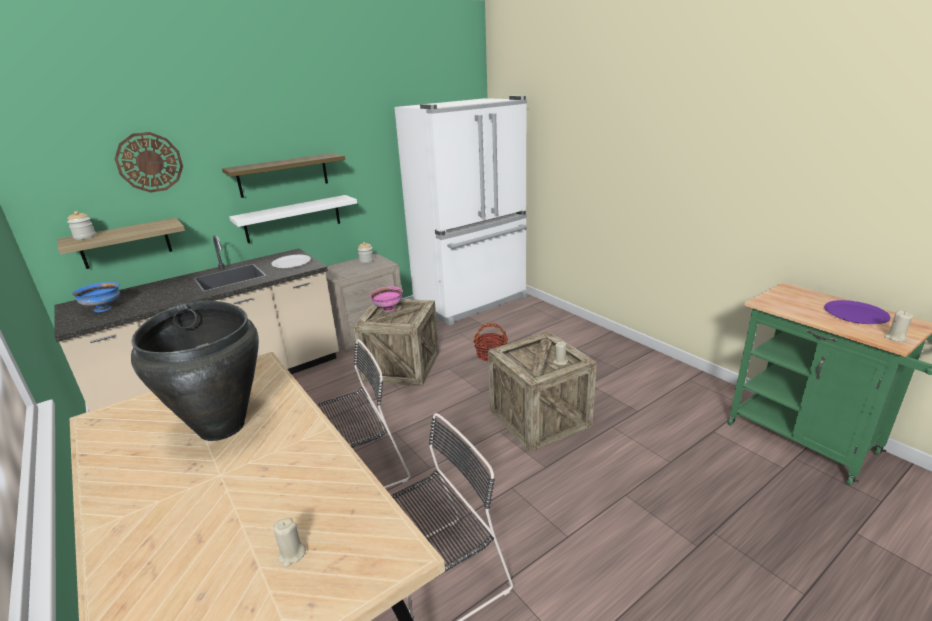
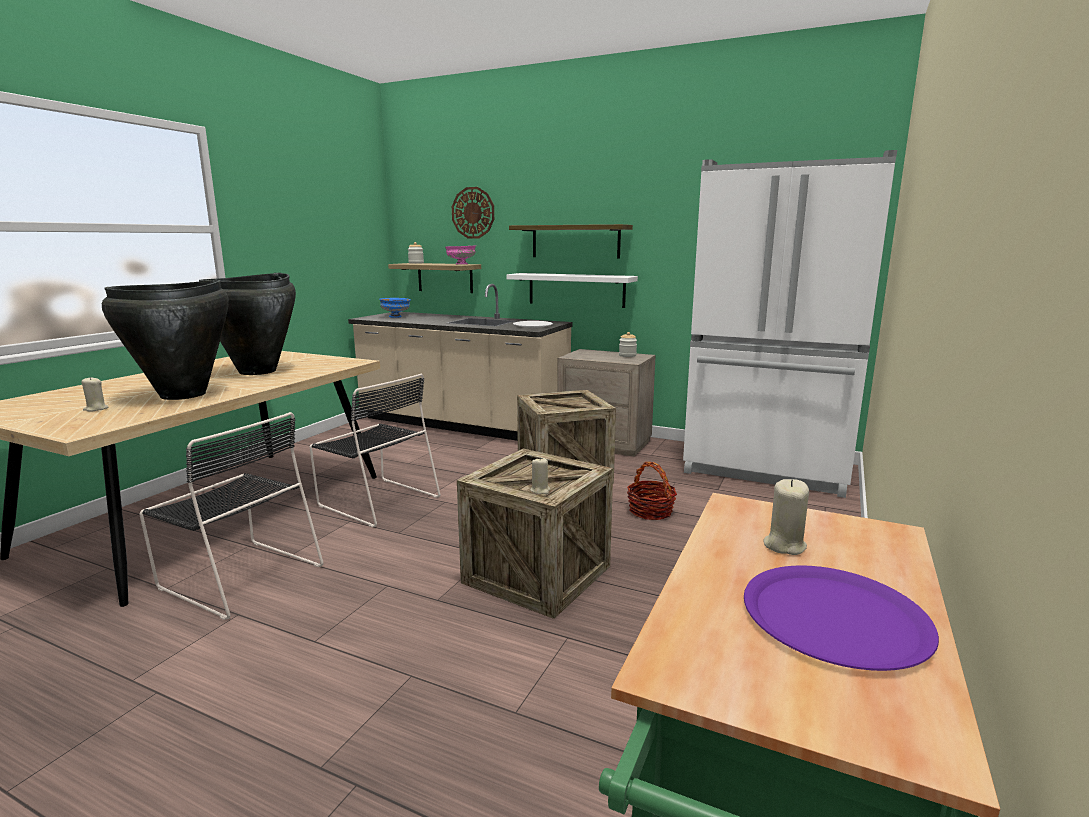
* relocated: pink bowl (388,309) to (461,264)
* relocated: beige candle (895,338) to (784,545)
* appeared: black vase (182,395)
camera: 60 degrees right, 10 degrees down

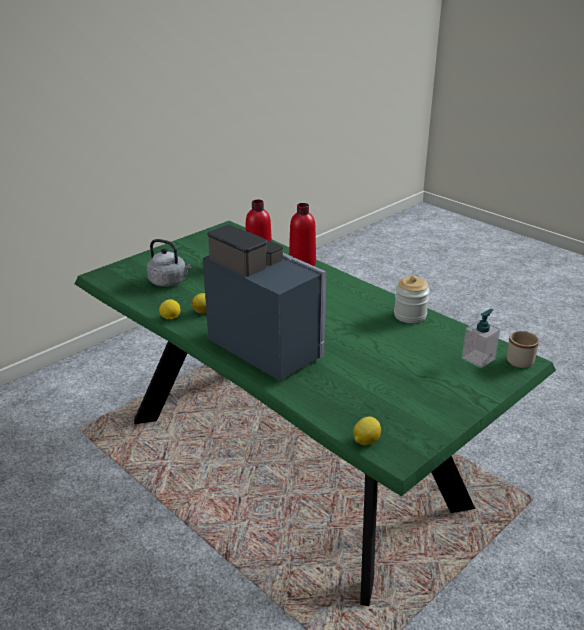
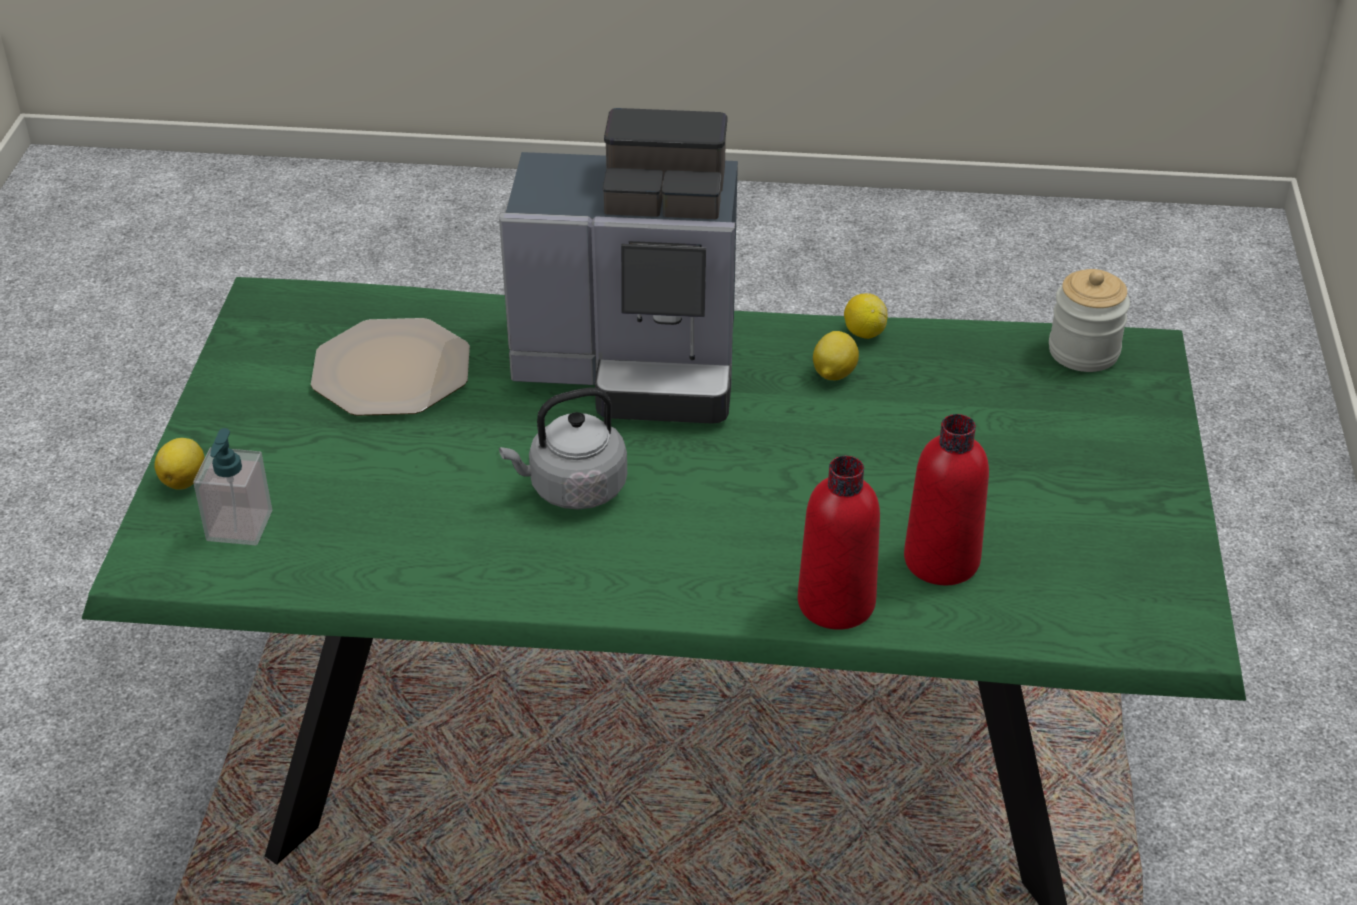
* relocated: grey kettle (169,282) to (573,489)
* relocated: jar (410,315) to (1083,351)
* missing: beige mug (522,359)
* relocated: lemon (365,441) to (185,480)
* appeared: plate (390,371)
camera: 140 degrees right, 10 degrees up

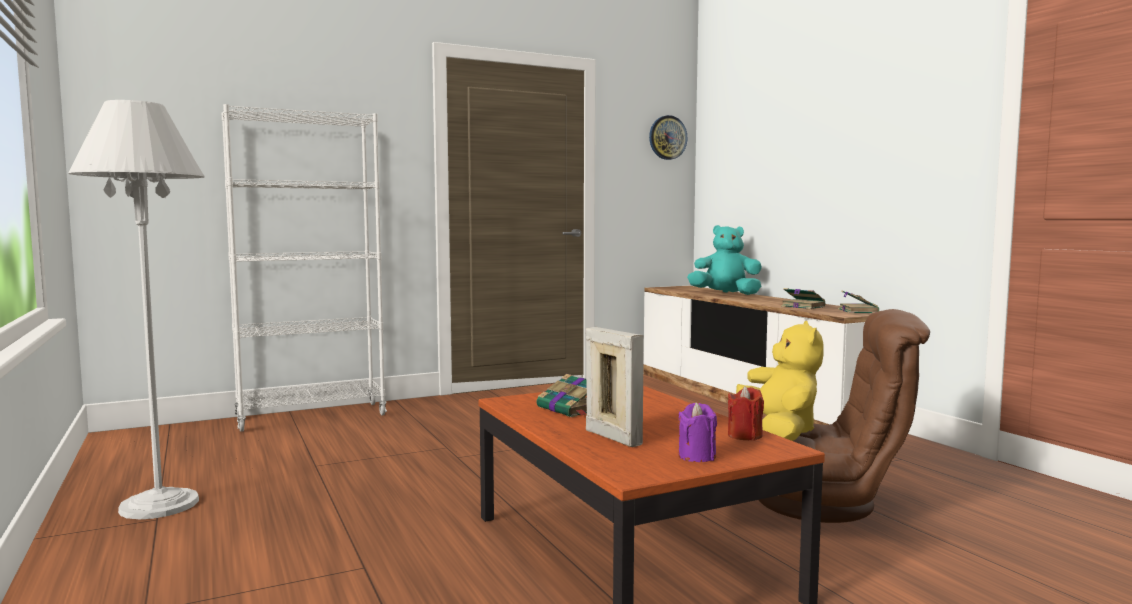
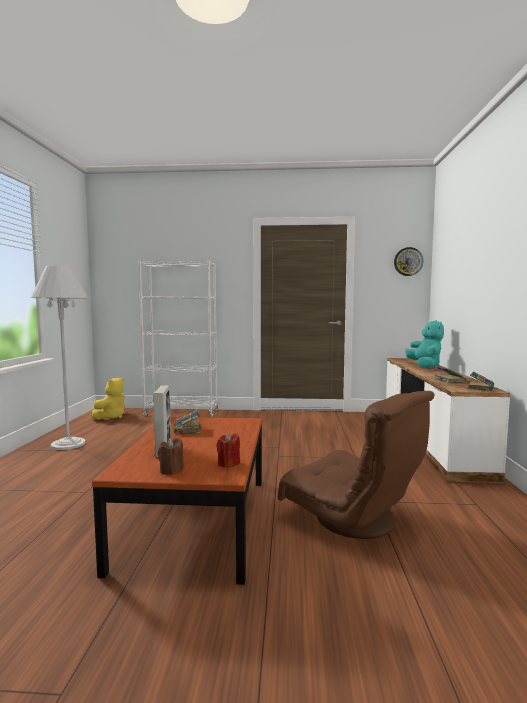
* spun: turquoise plush toy (725,294) = (424,366) 45 degrees clockwise
* relocated: yellow plush toy (780,431) to (111,417)
* colour: purple candle (697,456) to brown candle (171,470)
camera: 30 degrees right, 0 degrees up

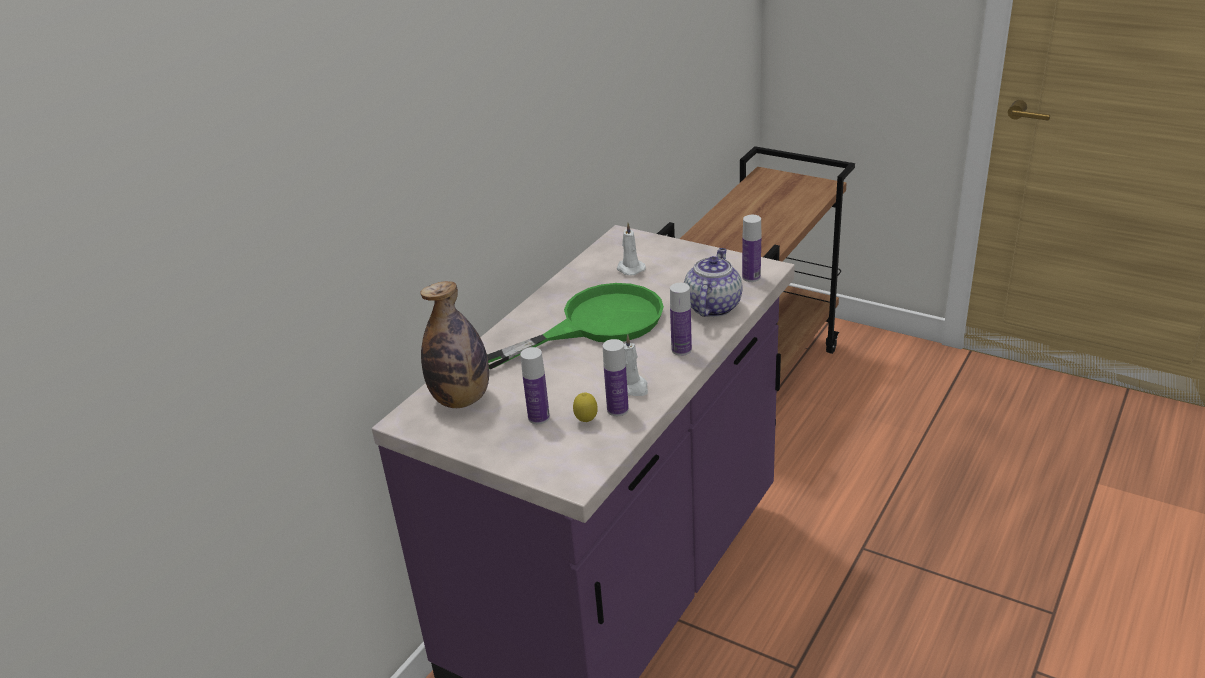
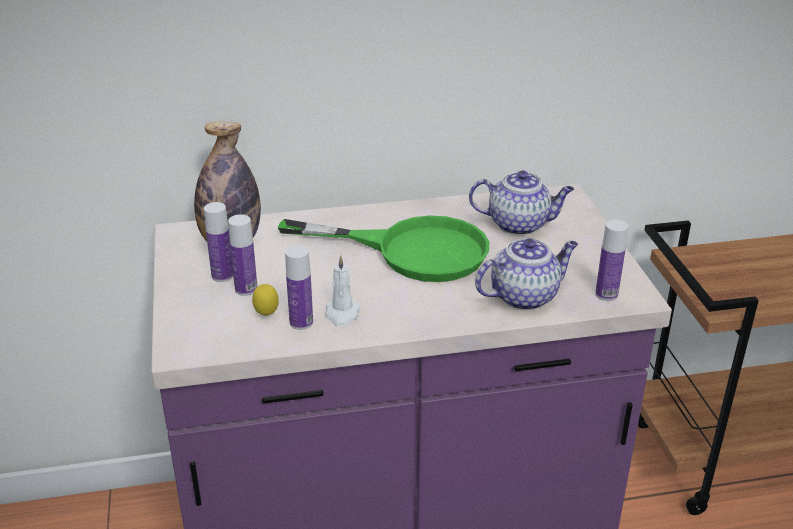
* exchanged: white candle (629,269) to teapot (519,224)
* relocated: bottle (681,350) to (222,276)
camera: 45 degrees right, 0 degrees up

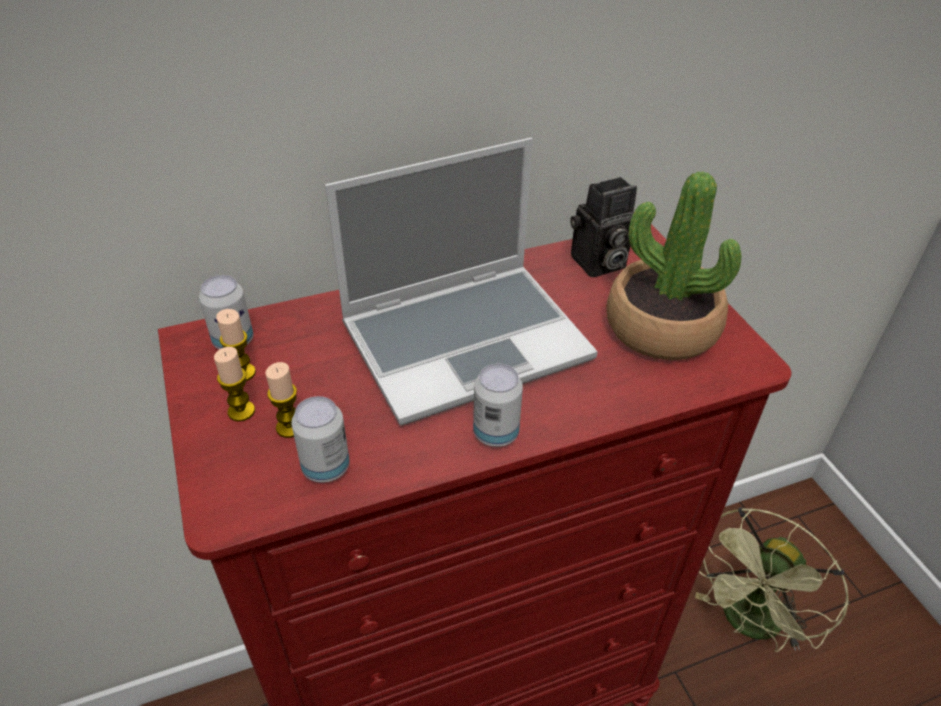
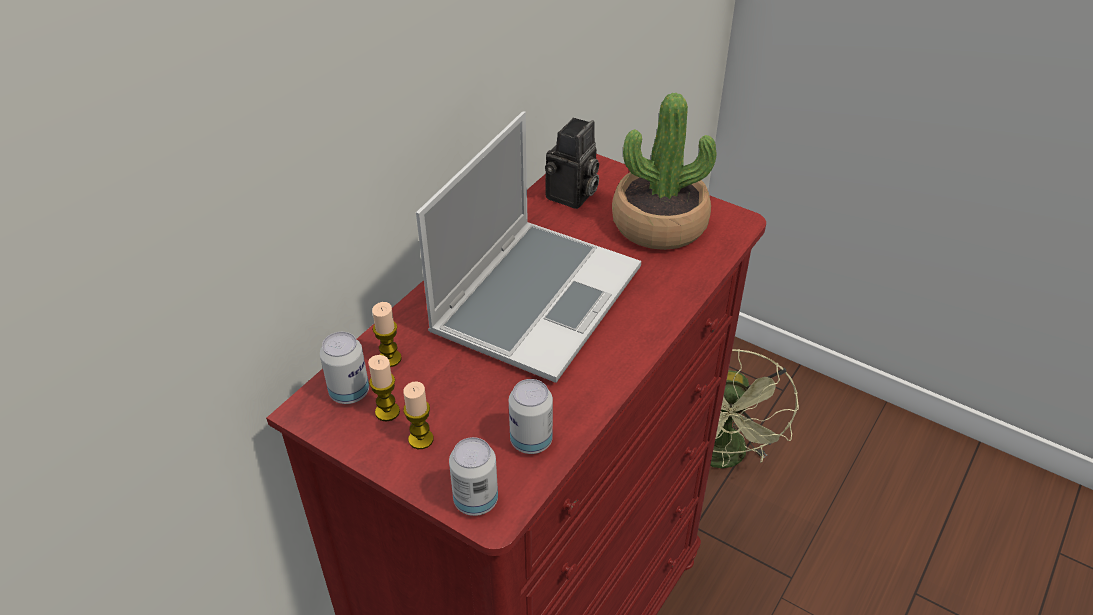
* relocated: candle (290,427) to (389,358)
* relocated: can (496,433) to (475,500)
camera: 35 degrees left, 0 degrees up

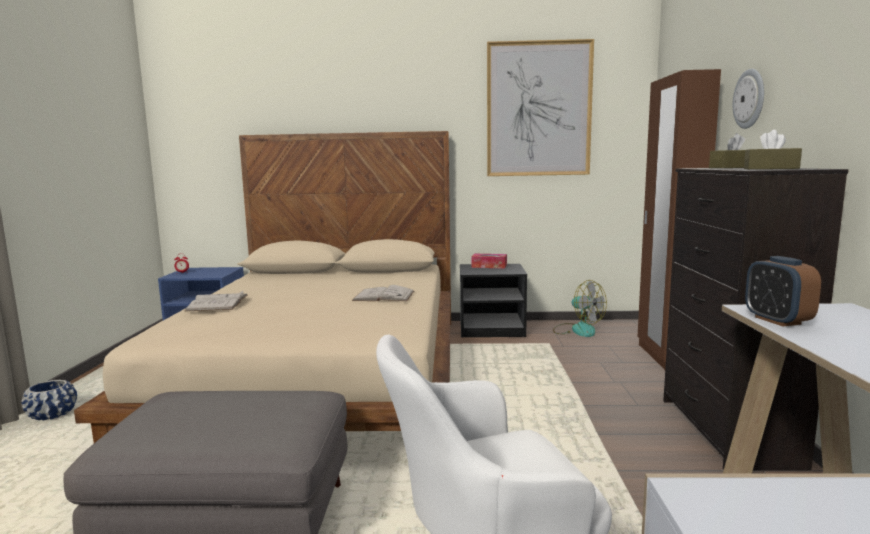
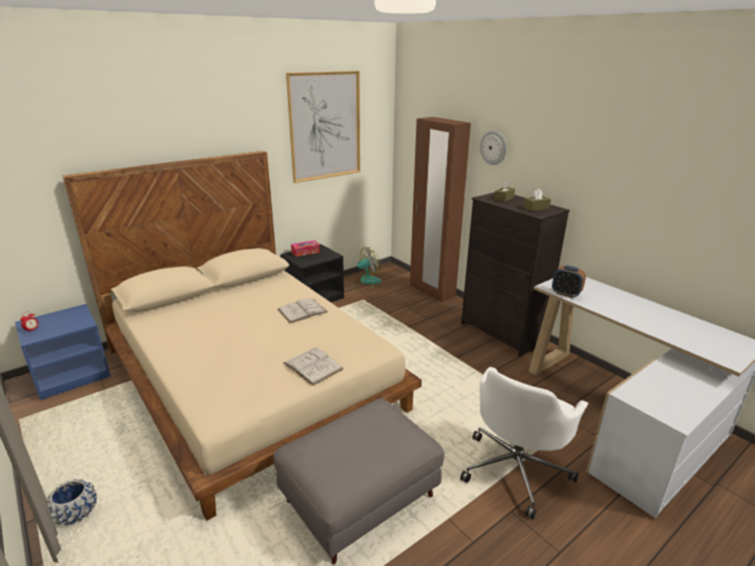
* spun: fan (577,330) = (365,282) 45 degrees counterclockwise
* relocated: white book (217,303) to (313,366)
camera: 40 degrees left, 15 degrees up

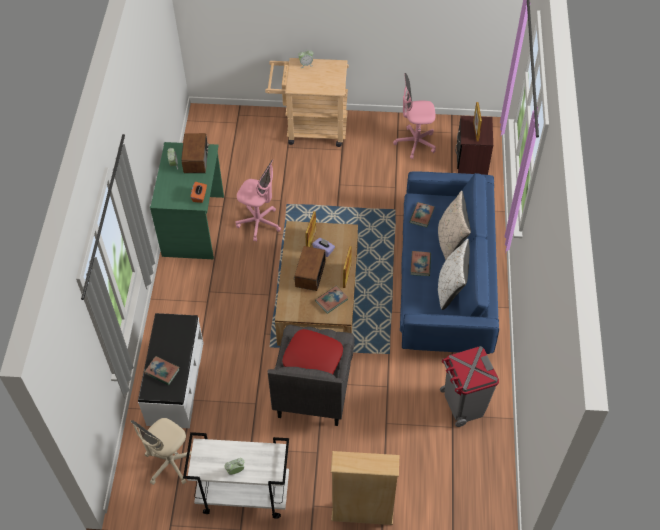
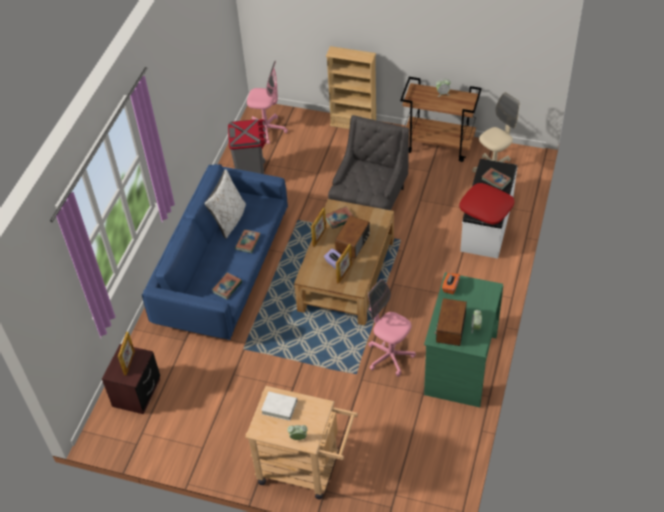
* relocated: pink office chair (415,143) to (267,130)
* missing: beige pillow (450,242)
* relocated: red pillow (312,359) to (486,208)
* colour: white cart (243,495) to brown cart (439,145)
* appeared: white book (279,407)
camera: 165 degrees left, 5 degrees down

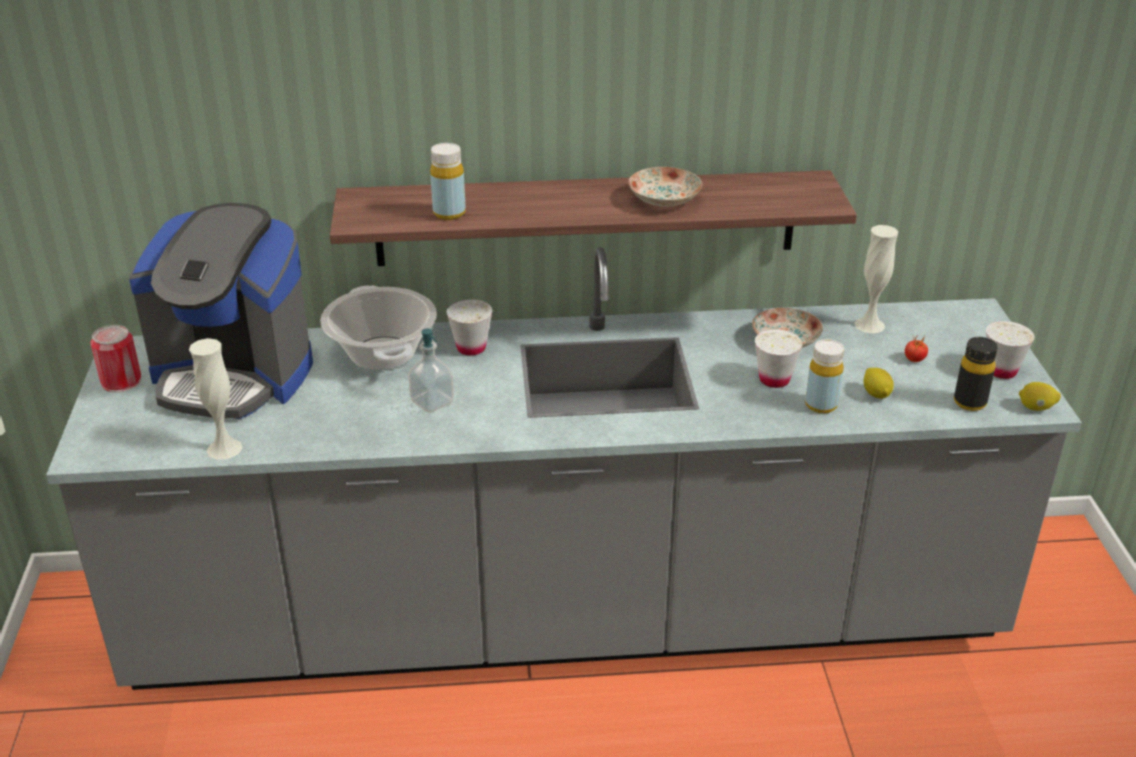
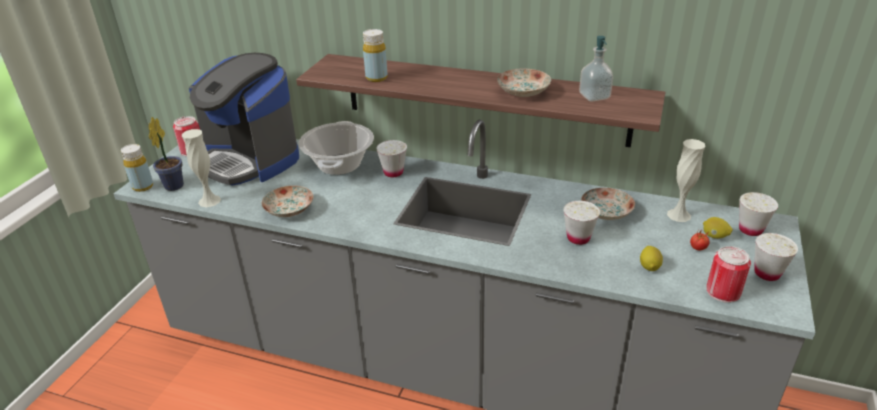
* relocated: soap dispenser (432,402) to (594,96)
* exchanged: black bottle (969,402) to can (723,291)
* relocated: yellow bottle (821,405) to (143,186)
* relocated: lemon (1036,408) to (714,236)
* appeared: potted plant (175,184)
* appeared: plate (289,210)
* appeared: white cup (750,229)
camera: 25 degrees right, 0 degrees up

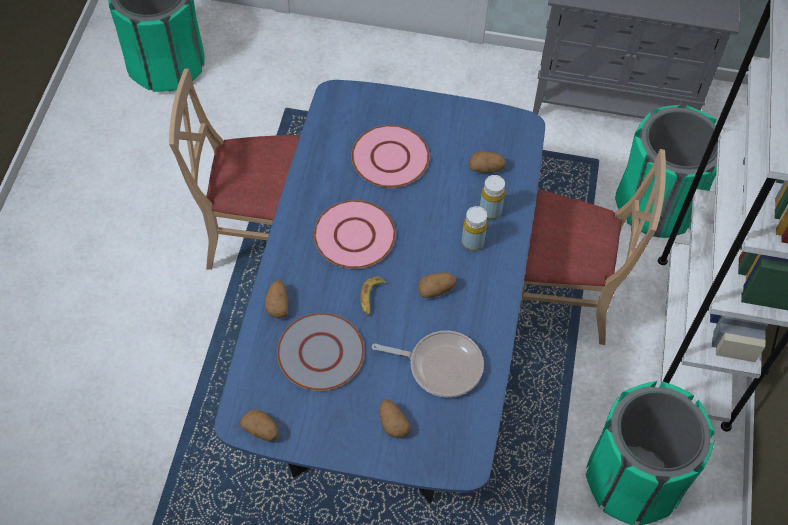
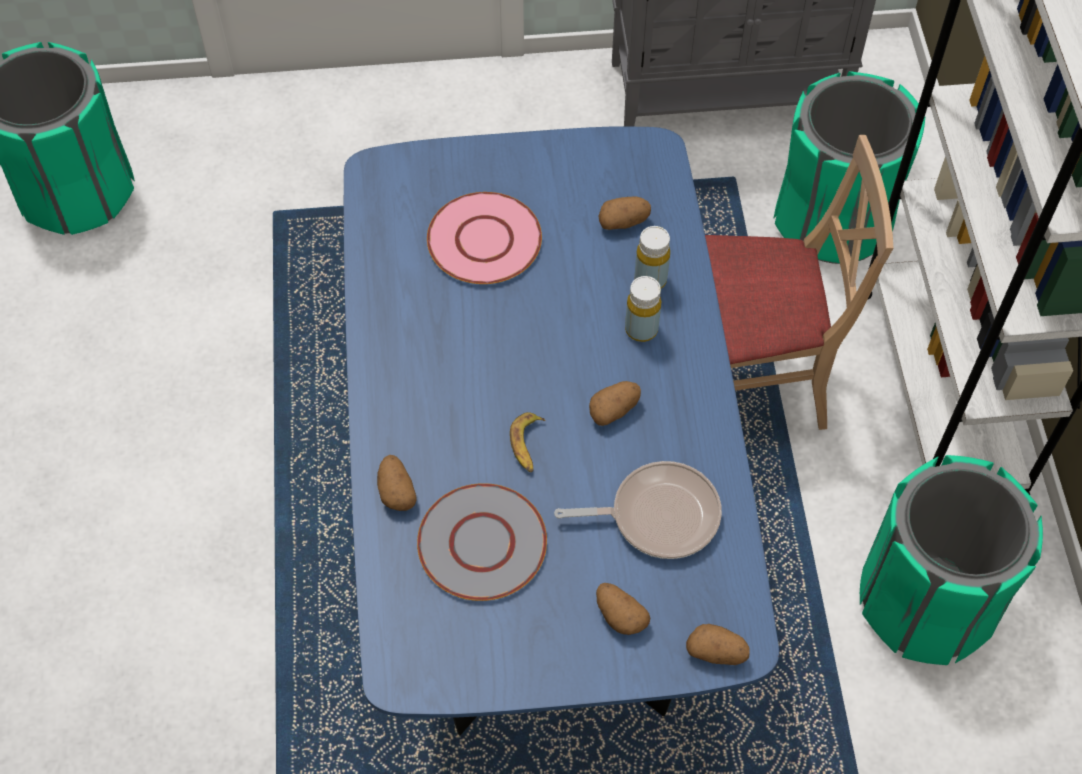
* missing: beige chair (259,238)
* missing: pink plate (354,236)
* relocated: potato (261,430) to (717,652)
camera: 15 degrees left, 0 degrees up

